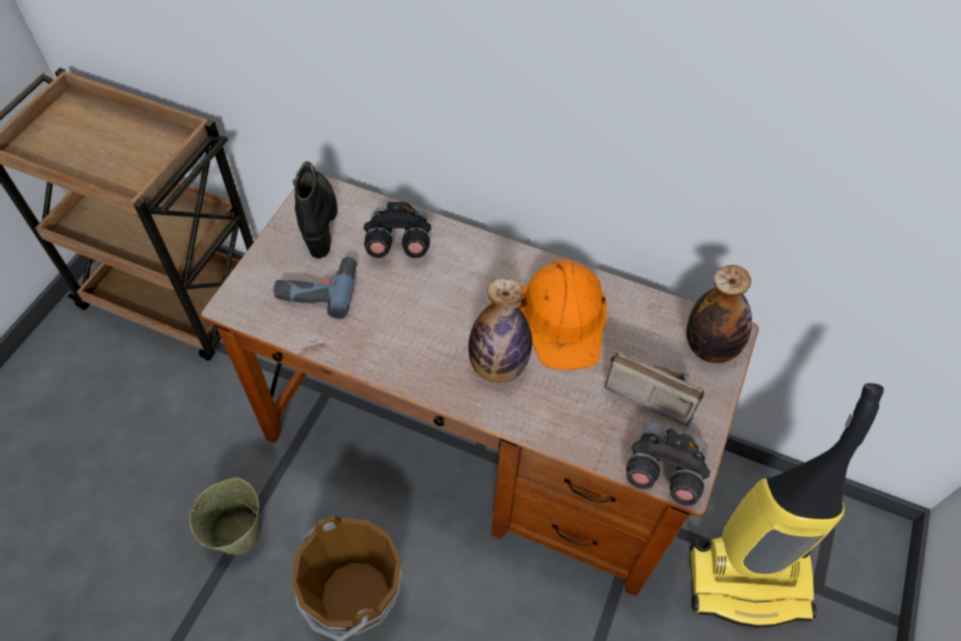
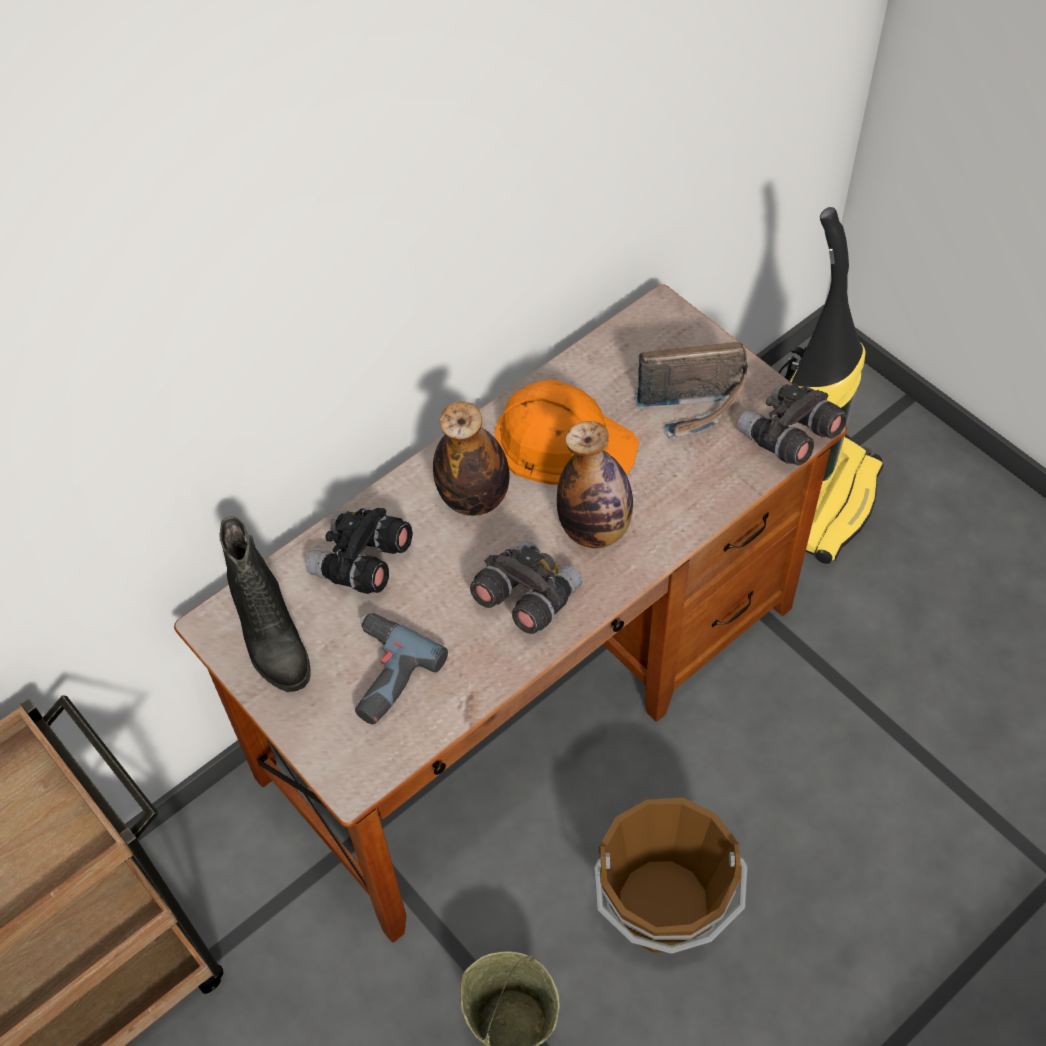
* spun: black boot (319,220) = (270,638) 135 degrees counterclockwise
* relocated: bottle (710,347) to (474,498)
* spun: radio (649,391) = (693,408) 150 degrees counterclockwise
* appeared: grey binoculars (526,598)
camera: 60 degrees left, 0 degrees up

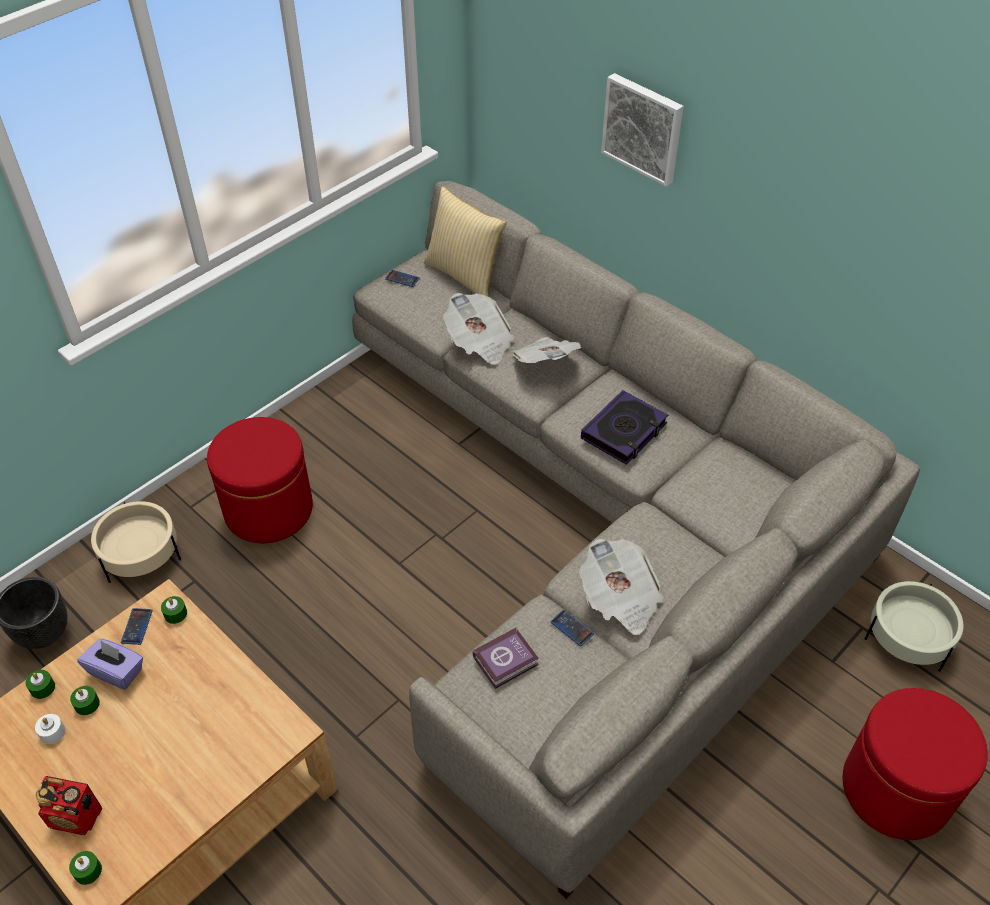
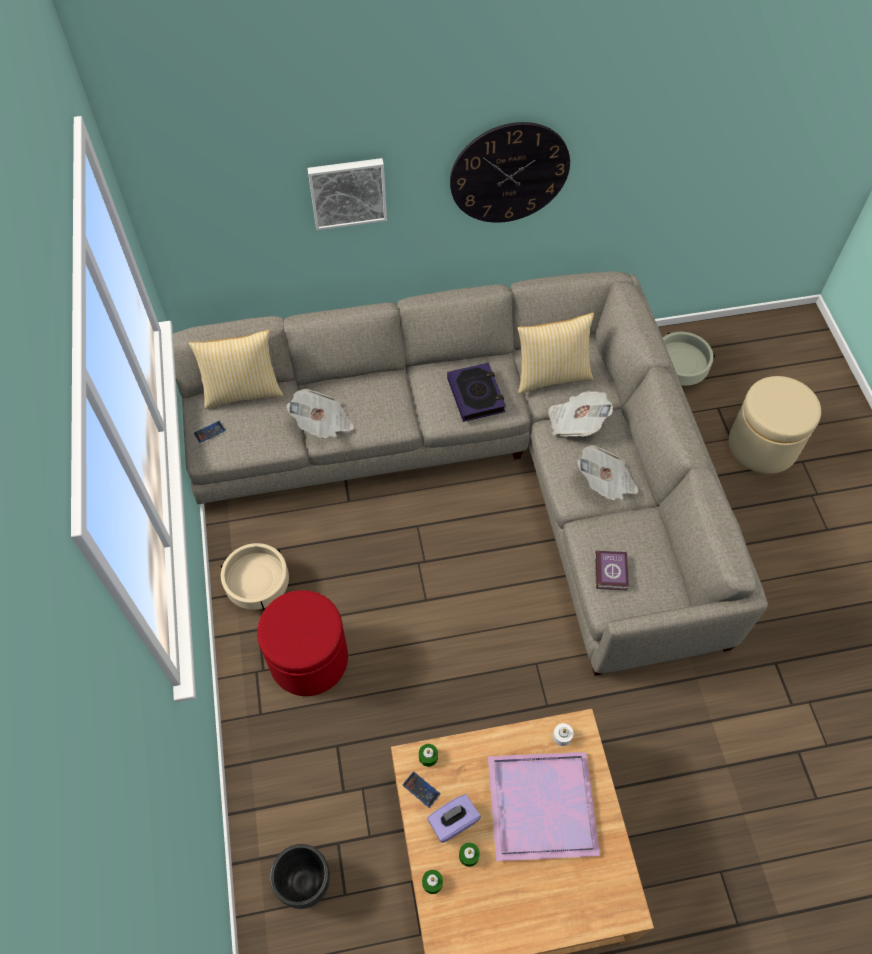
* relocated: newspaper (545,363) to (576,423)
* relocated: beige planter (141,555) to (259,586)
* missing: phone (572,628)
* colour: red ottoman (896,789) to beige ottoman (762,445)
* relocated: white candle (52,732) to (562,736)
* missing: radio (76,818)
* missing: green candle (88,871)
* appeared: wall clock (509,173)
* appeared: pillow (551,376)
* appeared: purple tray (543,803)
camera: 55 degrees left, 10 degrees up

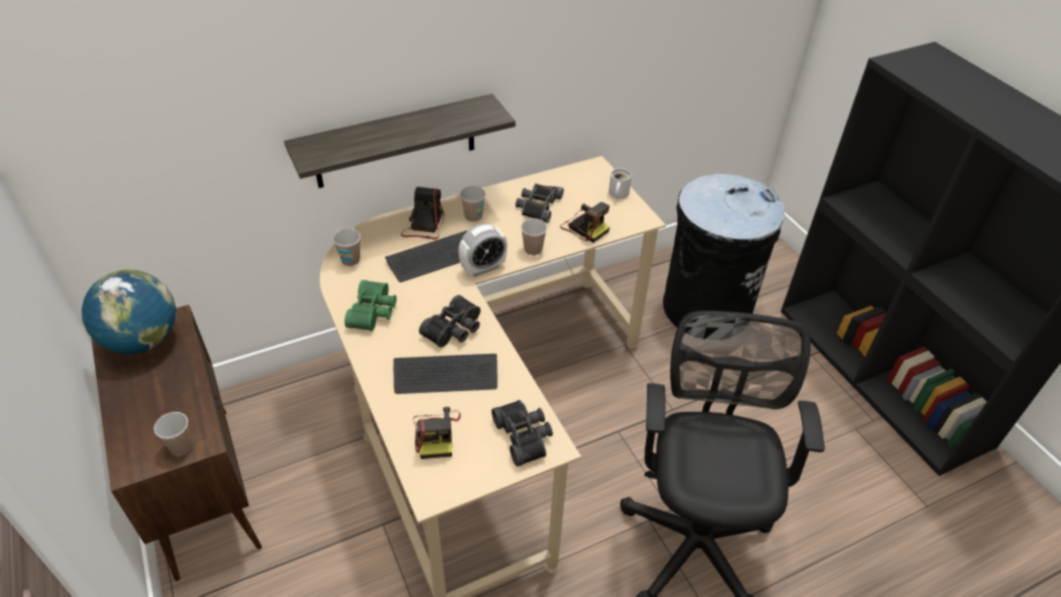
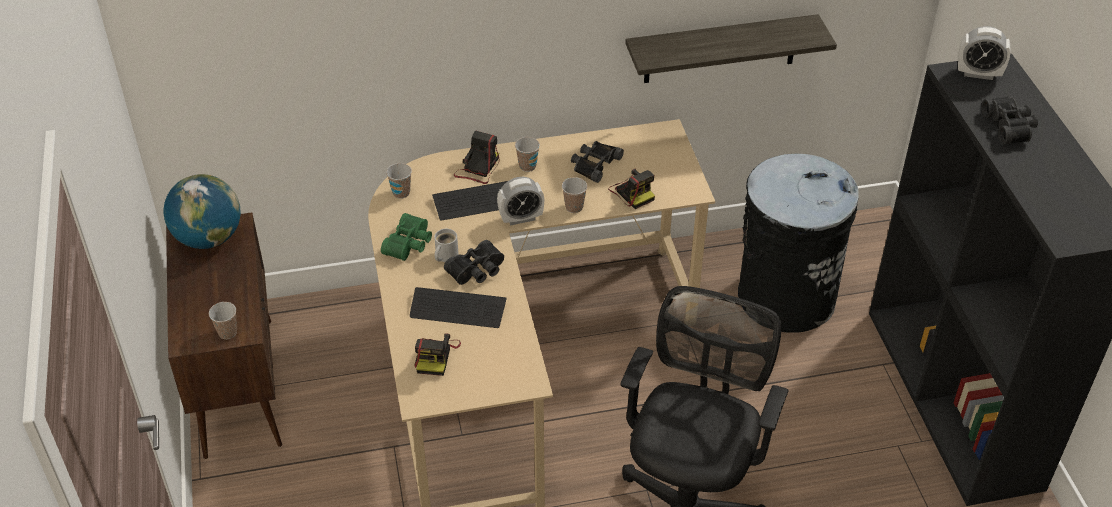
* relocated: shelf (395,142) to (720,49)
* relocated: white mug (617,194) to (445,255)
* relocated: black binoculars (525,436) to (1010,126)
* appeared: alarm clock (978,73)
camera: 15 degrees right, 0 degrees up

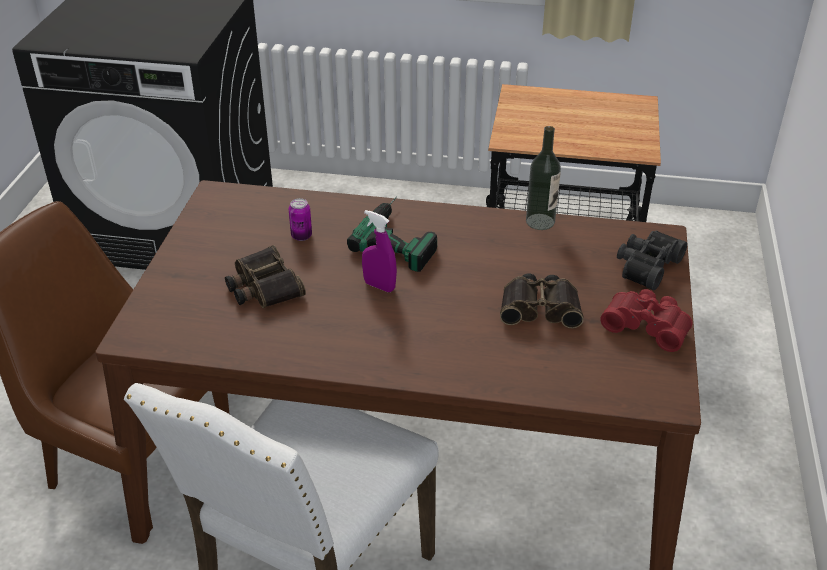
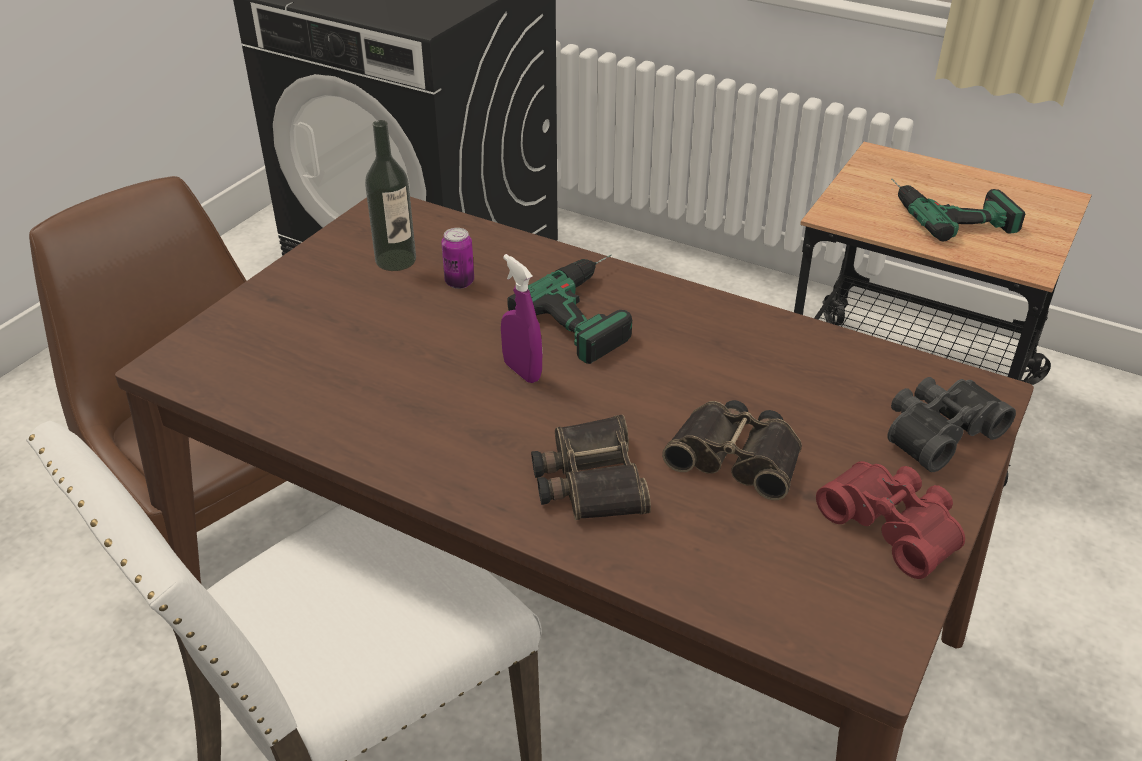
* relocated: bottle (540,222) to (395,260)
* relocated: binoculars (263,286) to (588,480)
* appeared: power drill (948,211)
camera: 20 degrees right, 0 degrees up

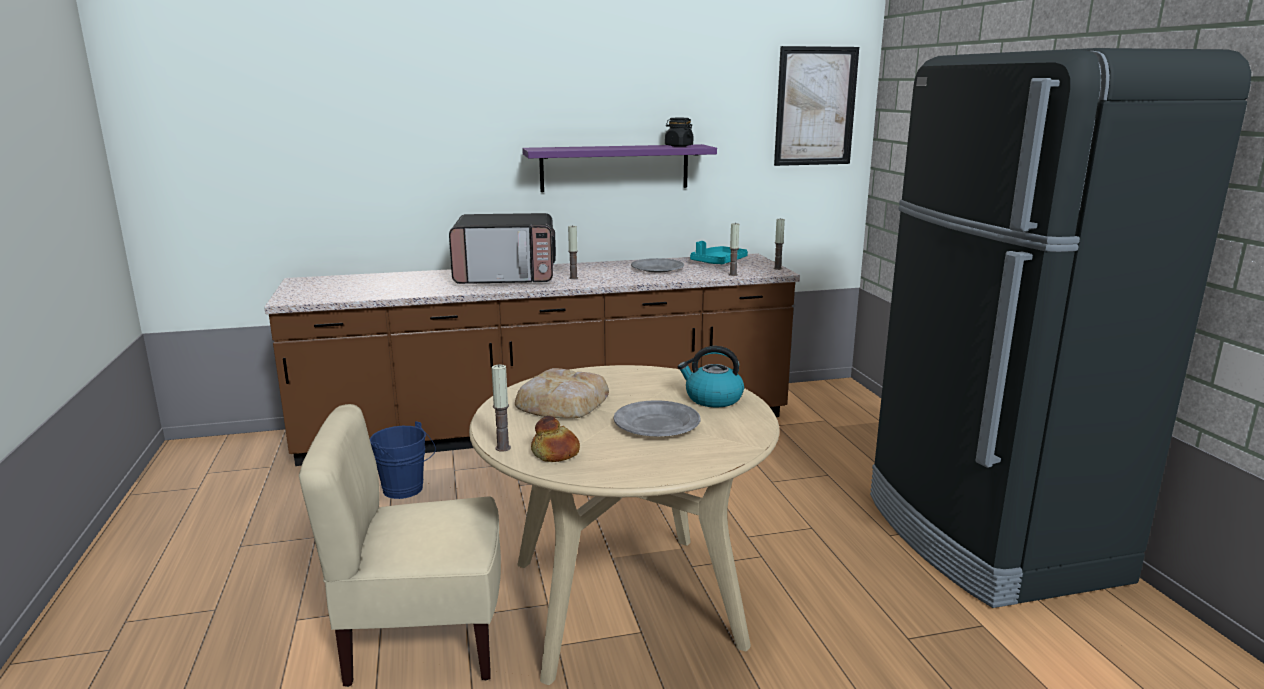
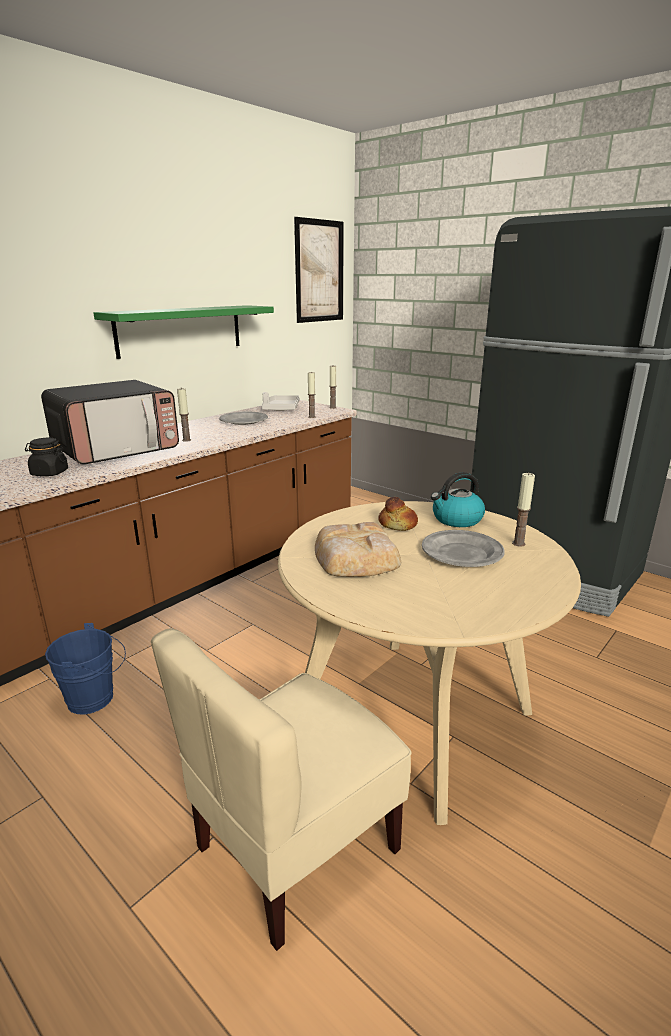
* relocated: black jar (678,146) to (49,473)
* colour: purple shelf (615,167) to green shelf (180,330)
* colour: turquoise tray (718,262) to grey tray (281,409)
* relocated: candle (503,448) to (518,543)
* relocated: bread (556,453) to (398,524)
camera: 35 degrees left, 5 degrees up

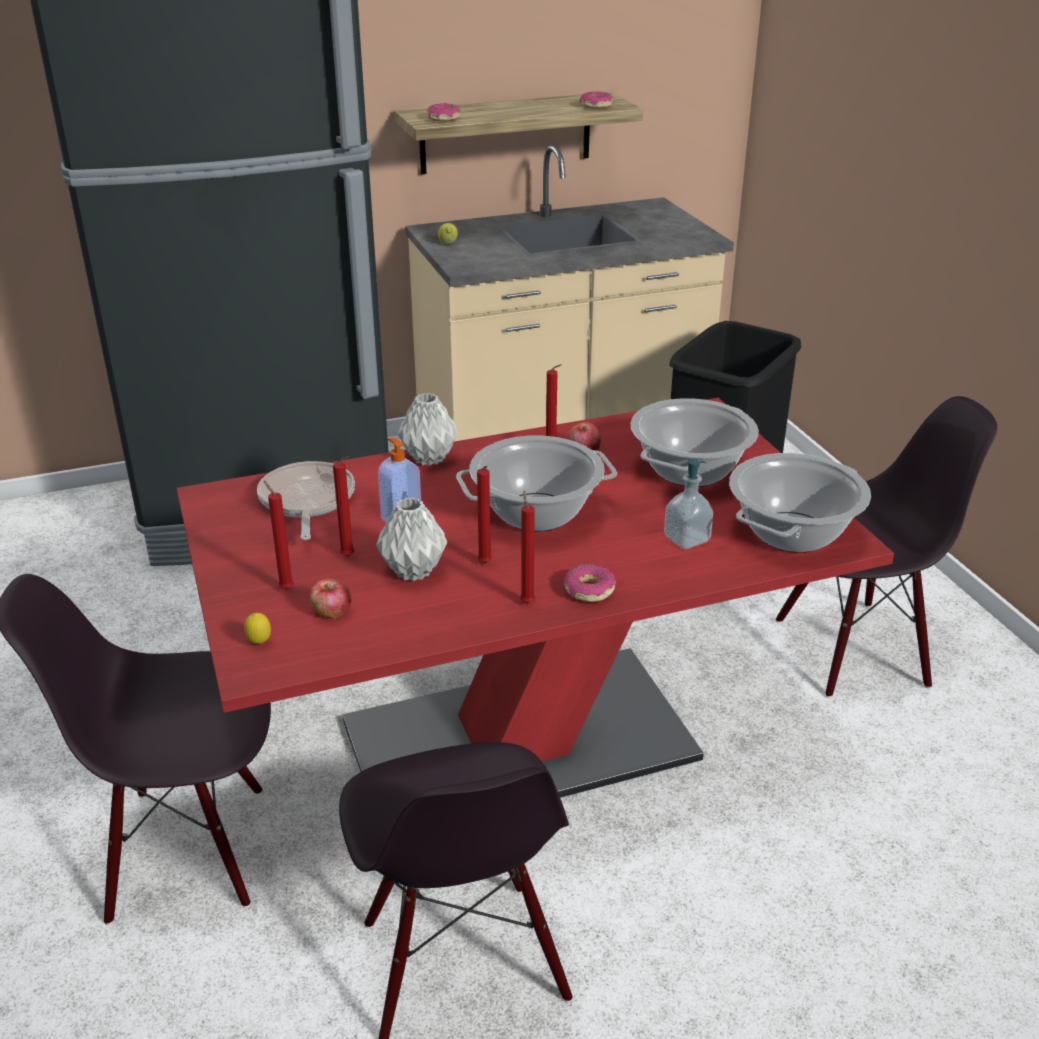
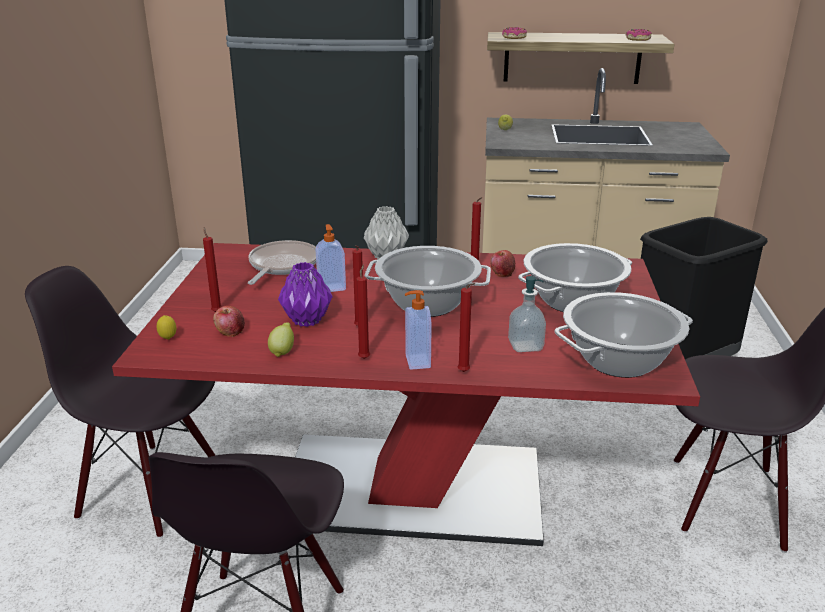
* relocated: red candle (349,557) to (465,372)
* colour: grey vase (412,571) to purple vase (306,320)
* exchanged: donut (589,590) to soap dispenser (416,361)
* appeared: lemon (282,351)
camera: 25 degrees right, 5 degrees down

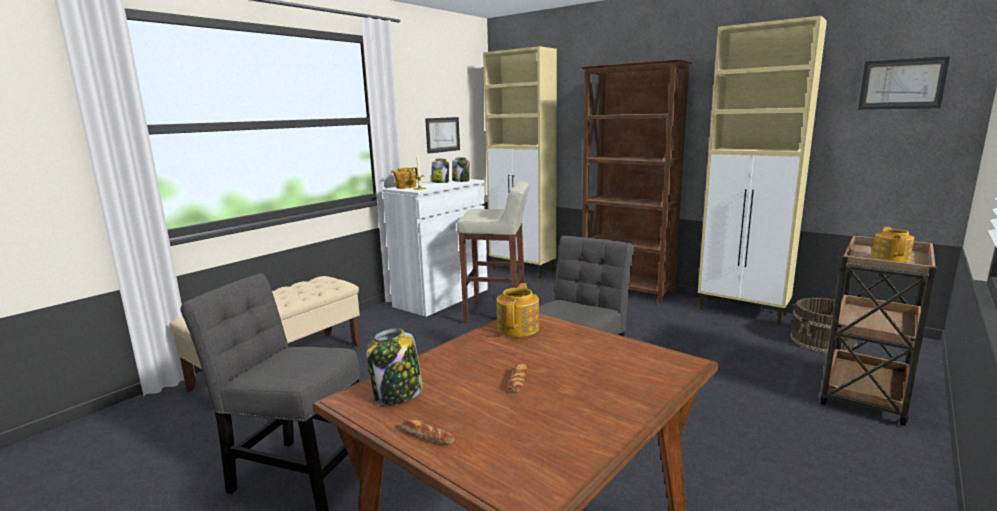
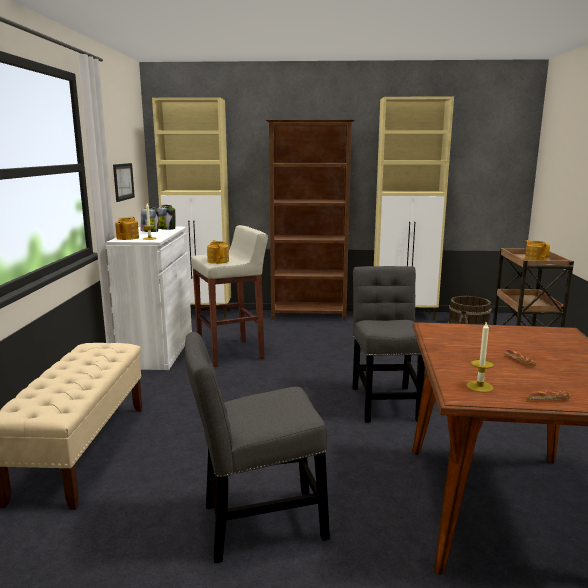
* missing: picture (901,84)
* relocated: teapot (518,328) to (218,261)
* exchanged: jar (397,395) to candle (480,386)
camera: 35 degrees left, 0 degrees up

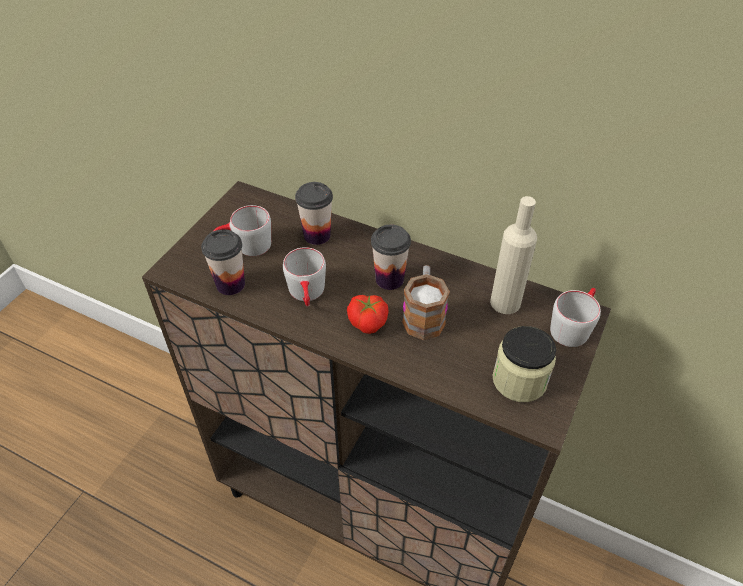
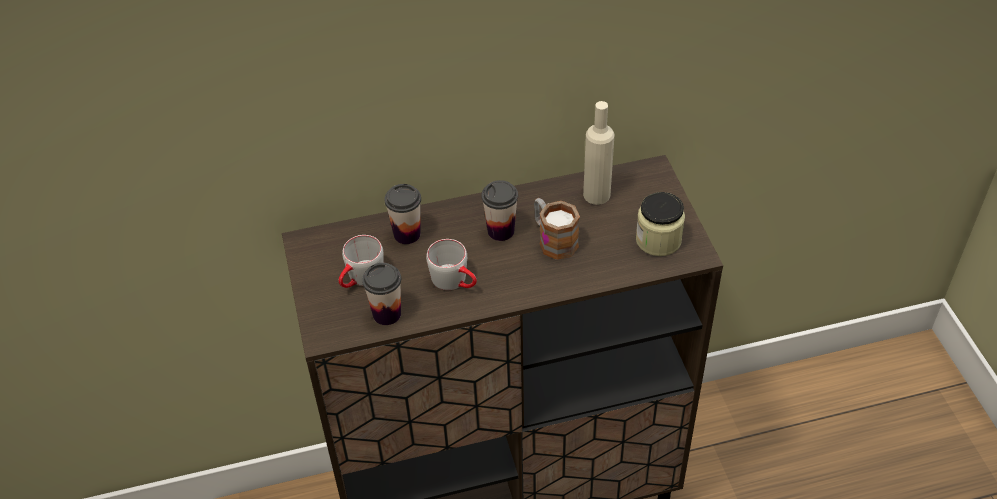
* missing: grey mug (573,326)
* missing: tomato (368,321)
camera: 40 degrees left, 0 degrees up

